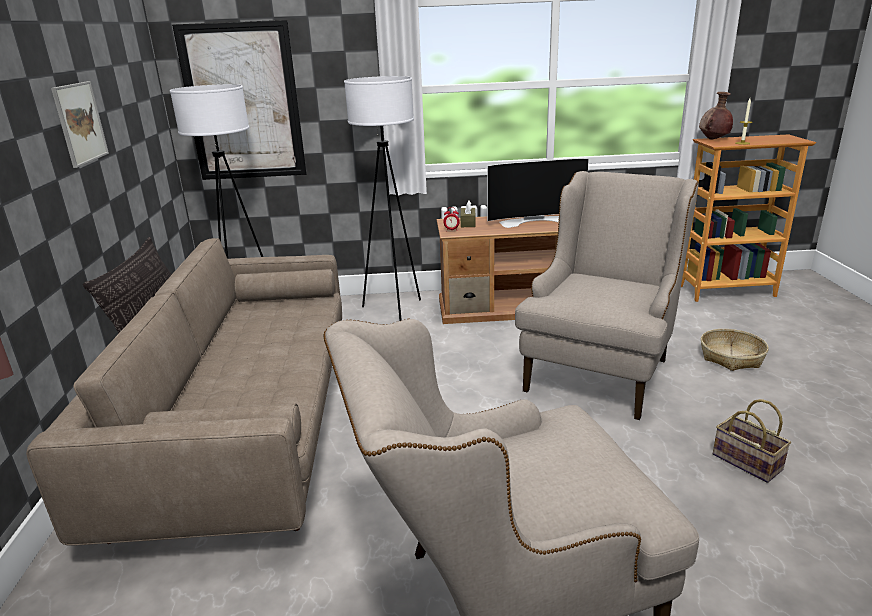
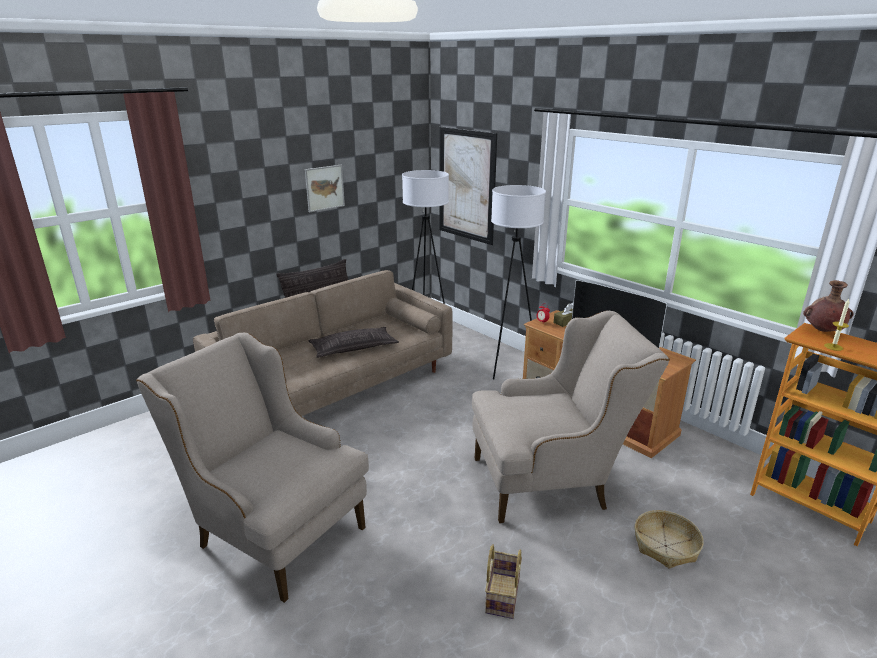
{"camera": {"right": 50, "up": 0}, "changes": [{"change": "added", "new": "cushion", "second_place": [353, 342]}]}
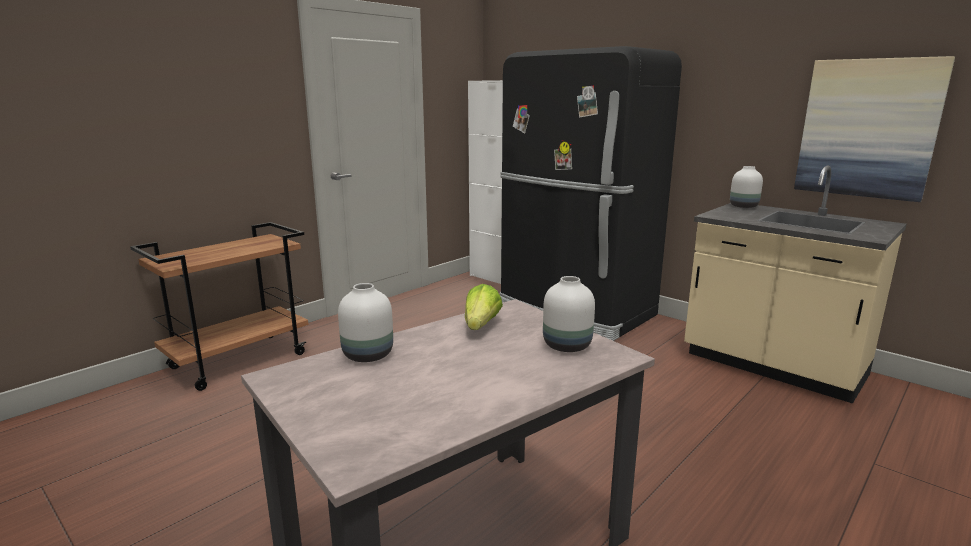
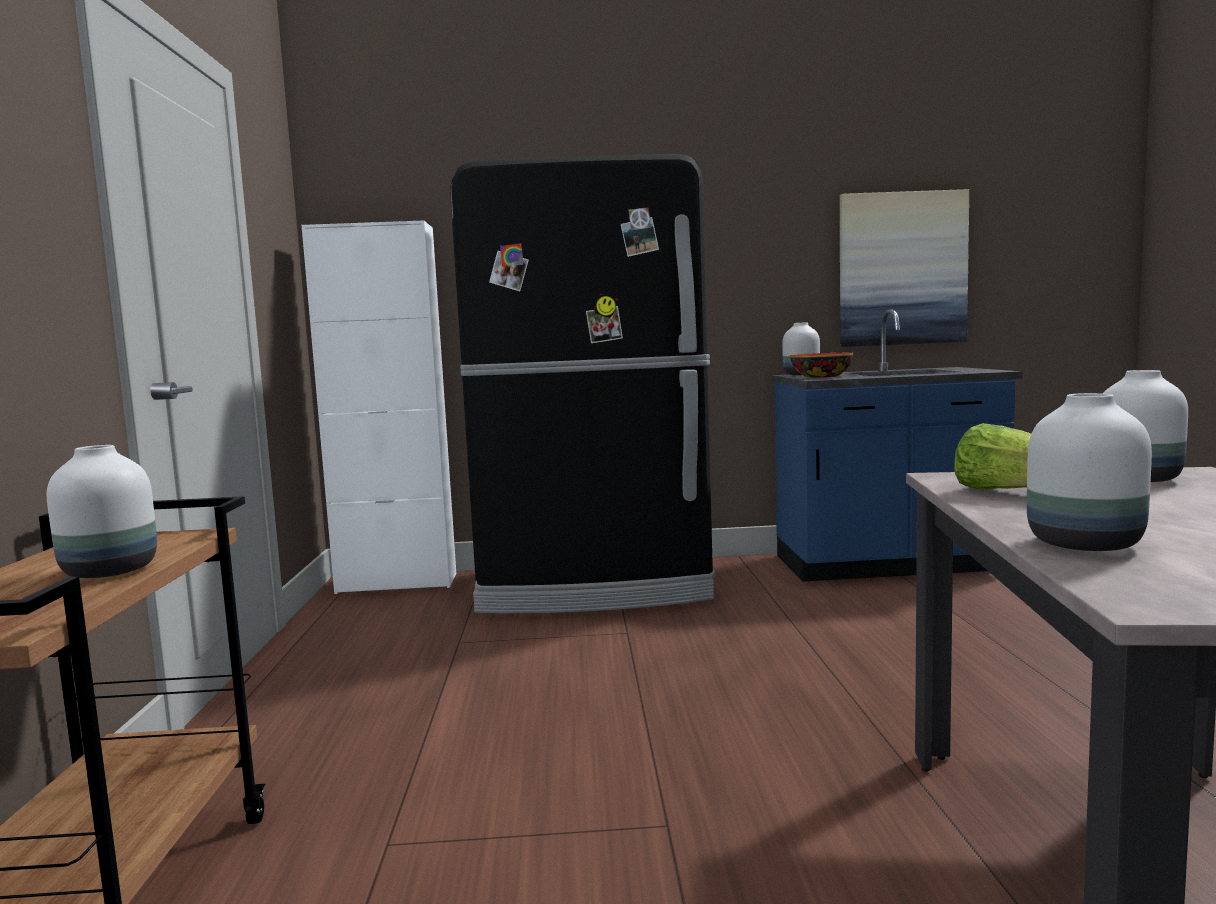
{"camera": {"right": -45, "up": -10}, "changes": [{"change": "recoloured", "old": "beige counter", "new": "blue-coloured counter", "first_place": [795, 284], "second_place": [897, 446]}, {"change": "added", "new": "serving bowl", "second_place": [821, 365]}, {"change": "added", "new": "white vase", "second_place": [102, 511]}]}
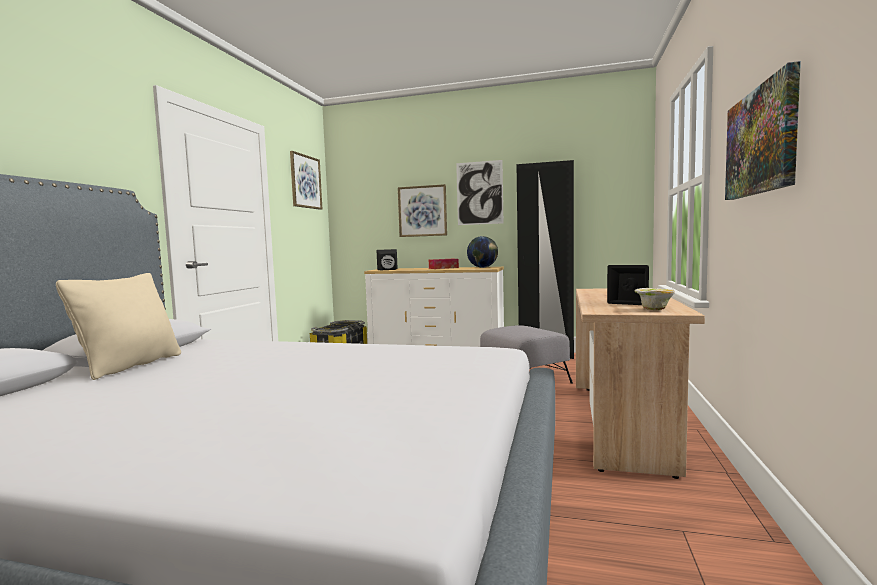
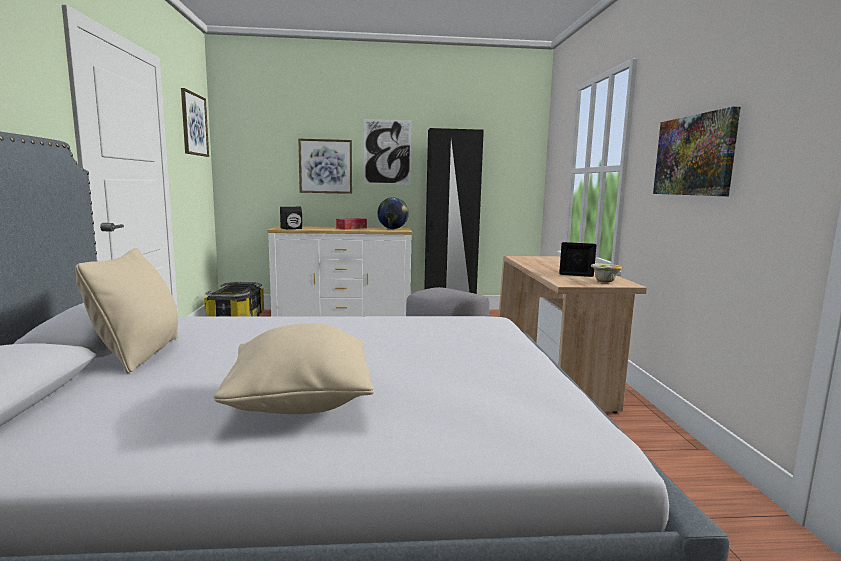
{"camera": {"right": -20, "up": 5}, "changes": [{"change": "added", "new": "beige cushion", "second_place": [294, 368]}]}
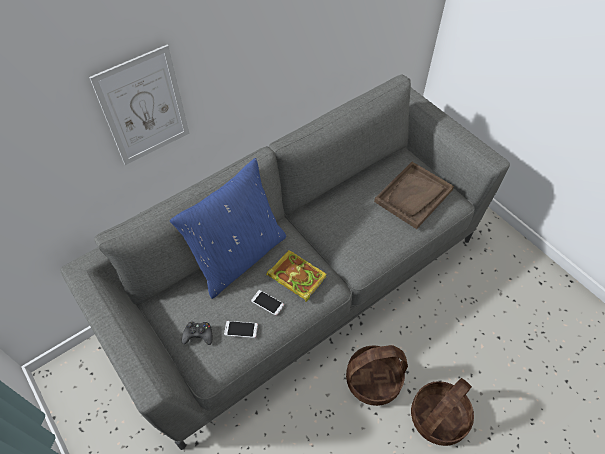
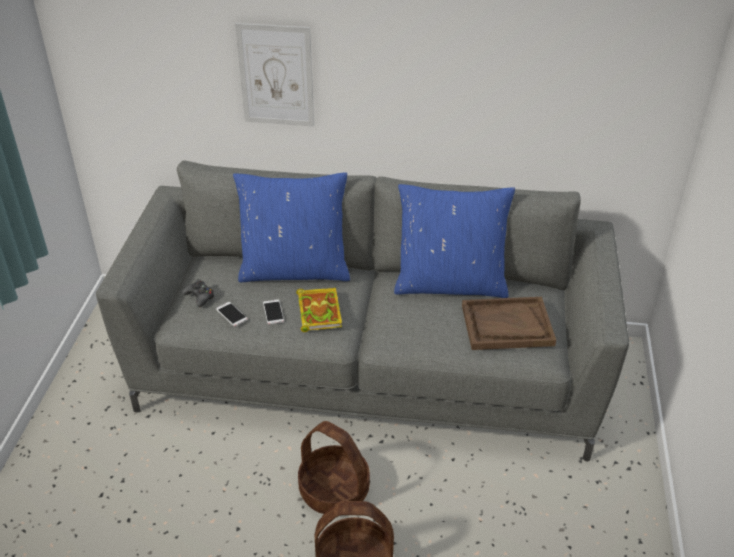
{"camera": {"right": 45, "up": -15}, "changes": [{"change": "added", "new": "blue-coloured cushion", "second_place": [454, 241]}]}
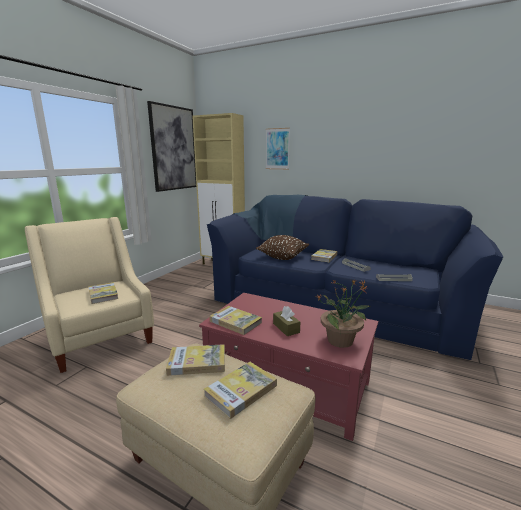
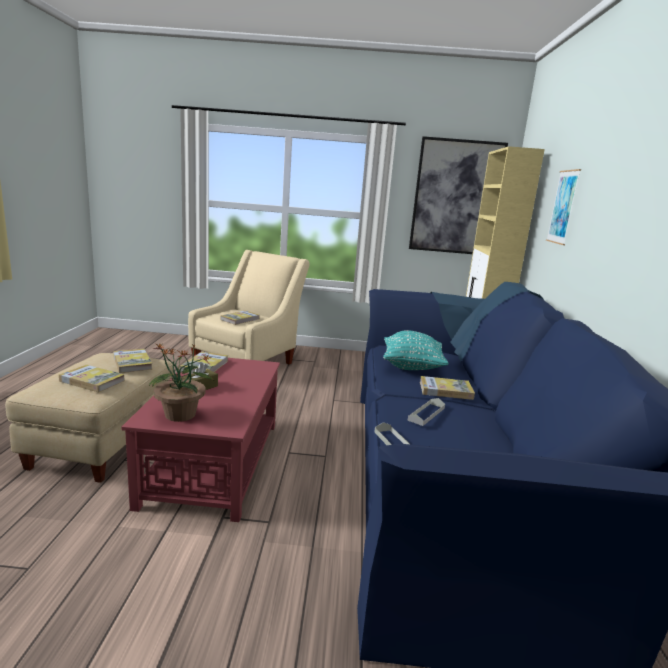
{"camera": {"right": 65, "up": 0}, "changes": [{"change": "recoloured", "old": "brown cushion", "new": "blue-green cushion", "first_place": [282, 247], "second_place": [416, 350]}]}
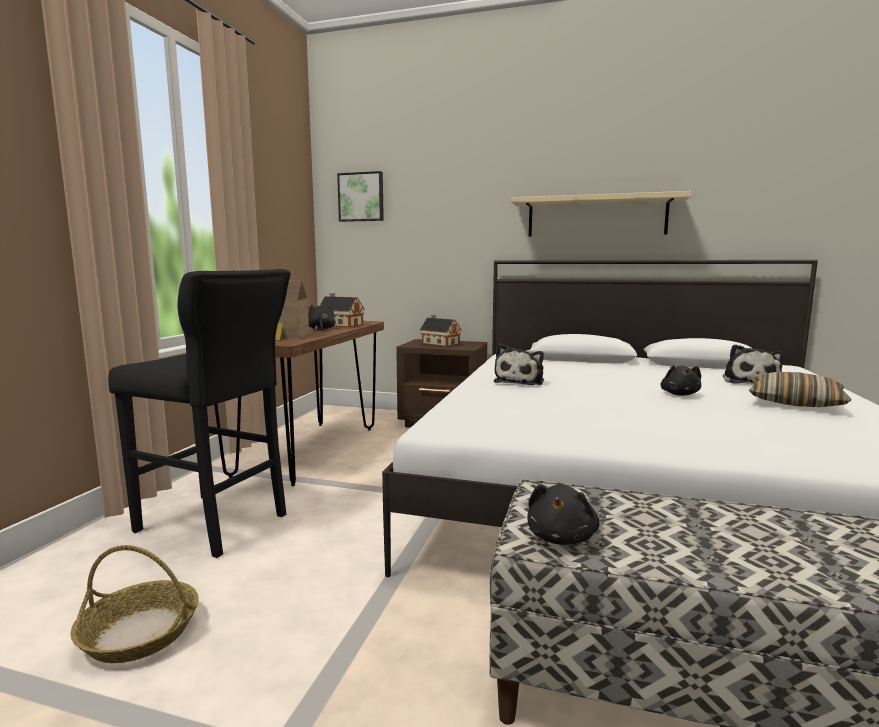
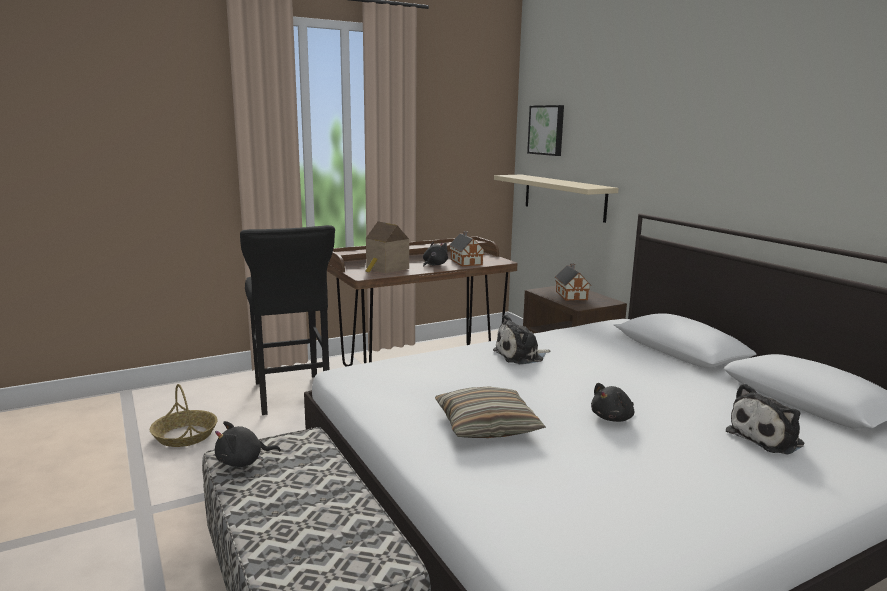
{"camera": {"right": 45, "up": 5}, "changes": [{"change": "moved", "old": "beige shelf", "first_place": [601, 214], "second_place": [556, 198]}, {"change": "moved", "old": "cushion", "first_place": [800, 389], "second_place": [490, 412]}]}
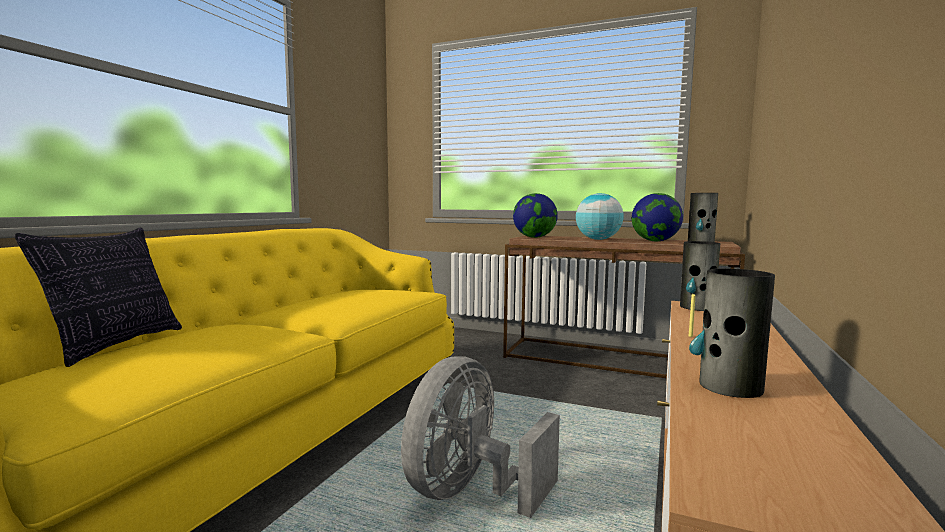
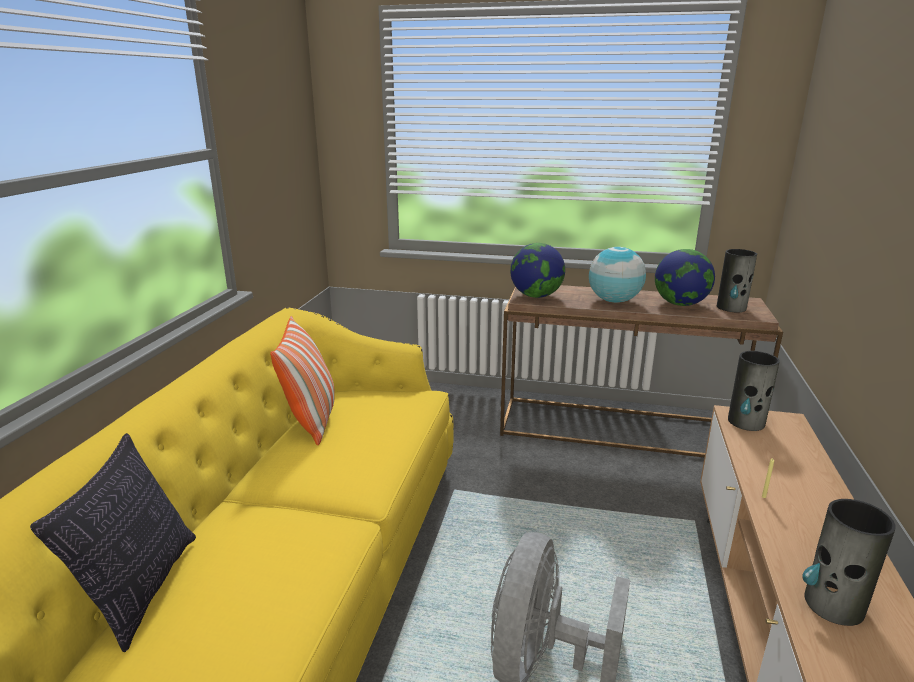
{"camera": {"right": -10, "up": 15}, "changes": [{"change": "added", "new": "cushion", "second_place": [302, 380]}]}
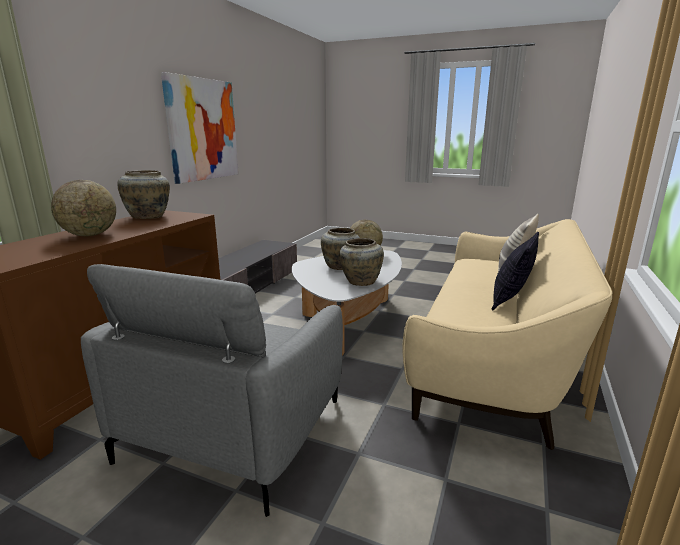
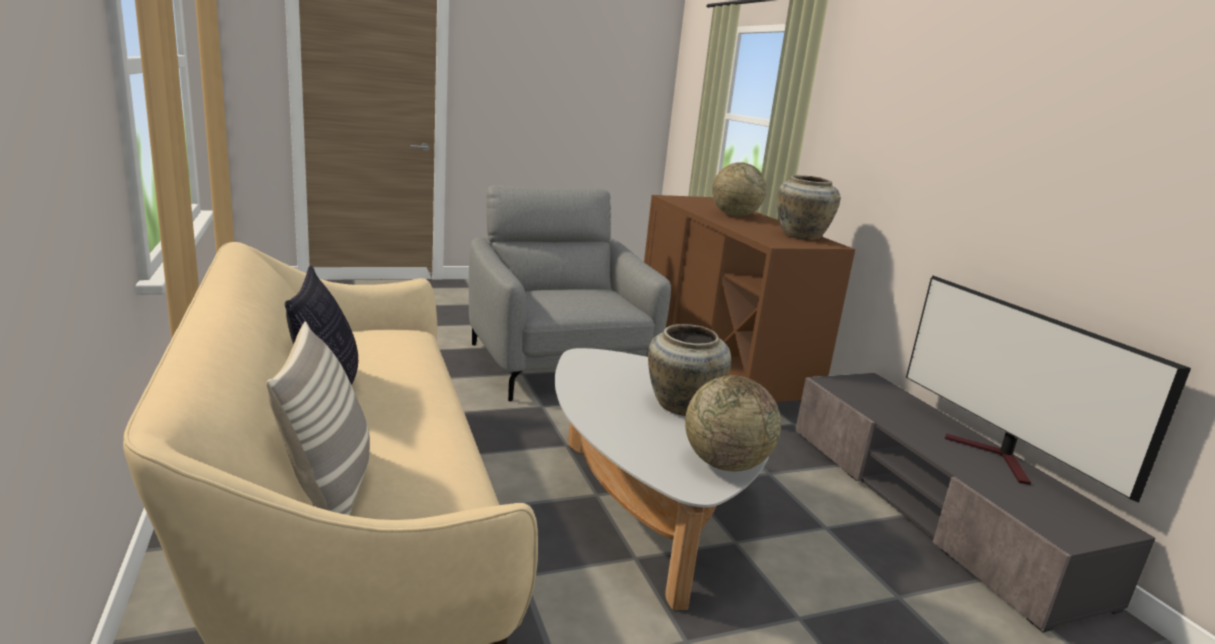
{"camera": {"right": 135, "up": 0}, "changes": [{"change": "removed", "old": "wall picture", "first_place": [200, 128]}, {"change": "removed", "old": "beige vase", "first_place": [361, 262]}, {"change": "added", "new": "television", "second_place": [1048, 389]}]}
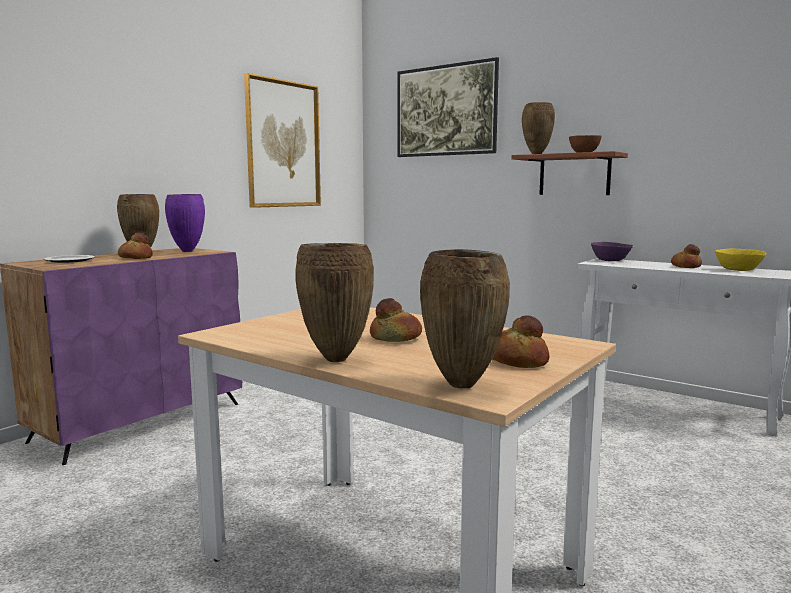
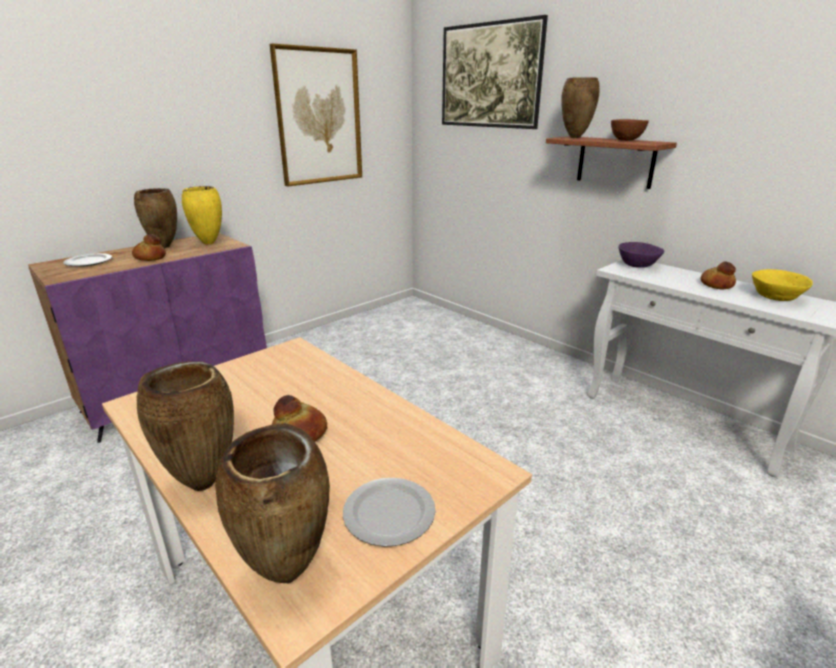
{"camera": {"right": 10, "up": 15}, "changes": [{"change": "recoloured", "old": "purple-coloured vase", "new": "yellow-coloured vase", "first_place": [185, 223], "second_place": [202, 215]}, {"change": "replaced", "old": "baked bread", "new": "flat dish", "first_place": [520, 342], "second_place": [389, 512]}]}
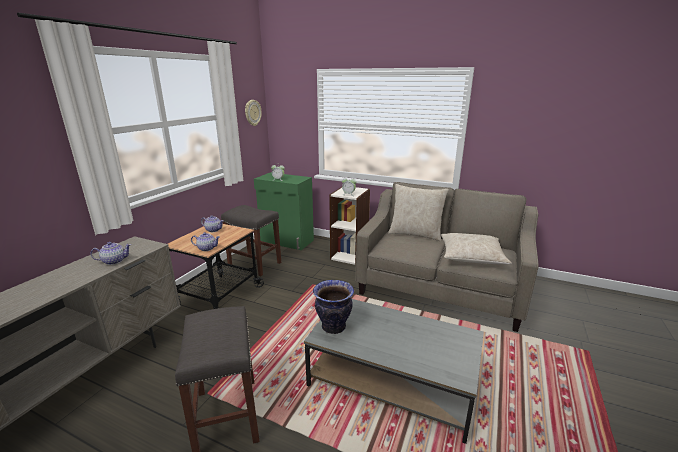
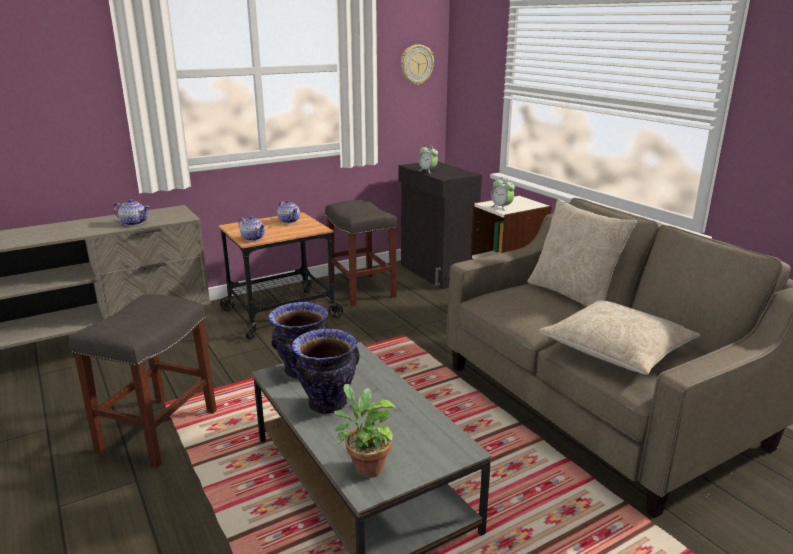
{"camera": {"right": 35, "up": 0}, "changes": [{"change": "recoloured", "old": "green cabinet", "new": "blackish cabinet", "first_place": [284, 211], "second_place": [440, 225]}, {"change": "added", "new": "vase", "second_place": [325, 371]}, {"change": "added", "new": "houseplant", "second_place": [365, 431]}]}
